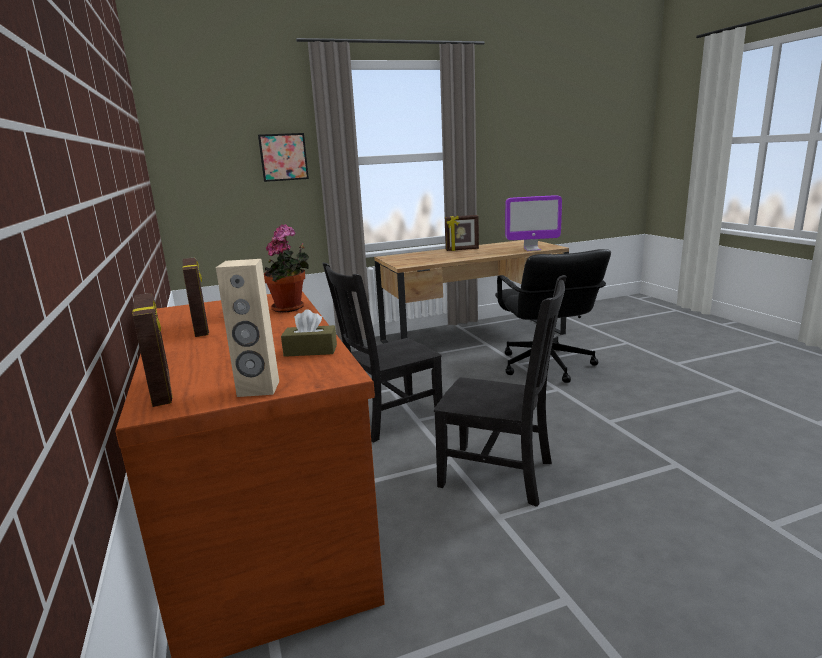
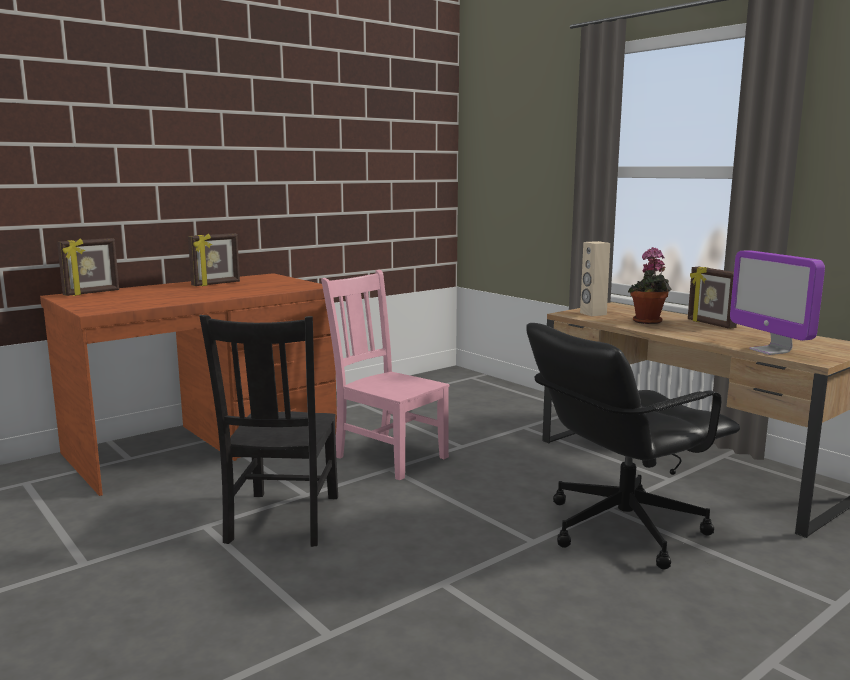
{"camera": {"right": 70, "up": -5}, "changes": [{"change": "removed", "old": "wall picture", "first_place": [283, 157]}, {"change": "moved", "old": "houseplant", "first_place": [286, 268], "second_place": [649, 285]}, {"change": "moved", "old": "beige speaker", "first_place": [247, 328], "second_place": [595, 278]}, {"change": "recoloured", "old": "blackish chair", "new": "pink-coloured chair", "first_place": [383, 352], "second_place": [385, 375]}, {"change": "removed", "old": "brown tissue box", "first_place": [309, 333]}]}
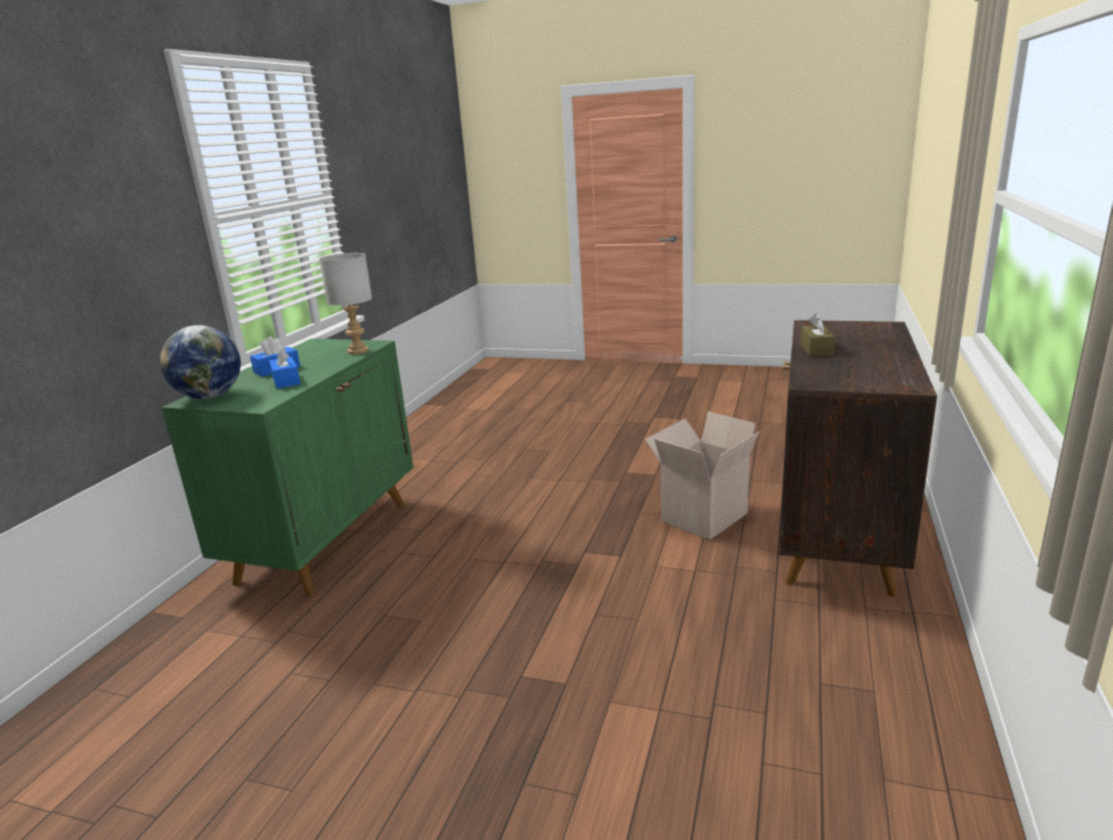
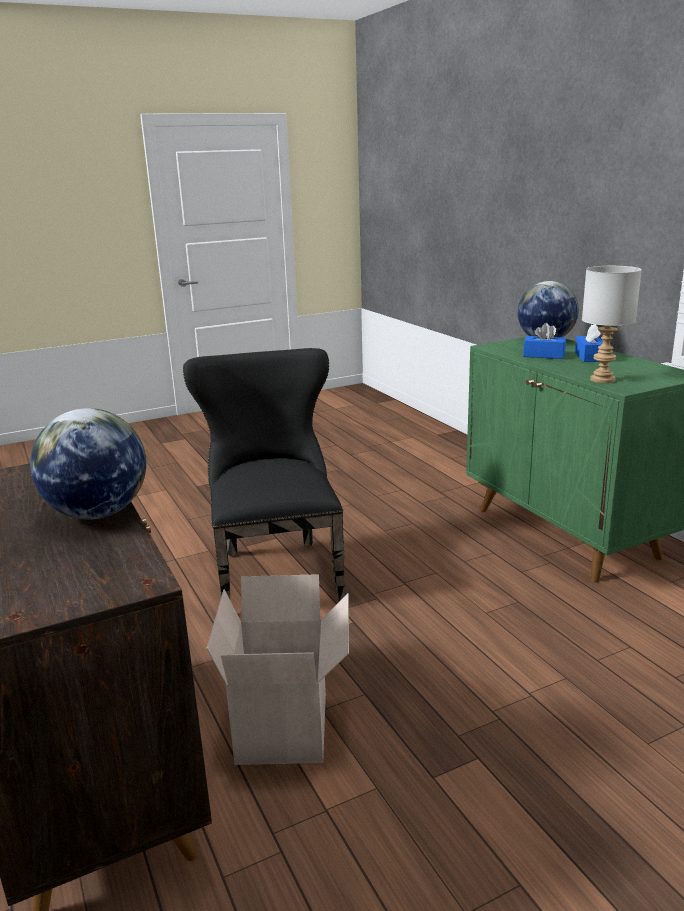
{"camera": {"right": 135, "up": 0}, "changes": [{"change": "replaced", "old": "brown tissue box", "new": "globe", "first_place": [817, 334], "second_place": [88, 464]}, {"change": "added", "new": "blackish chair", "second_place": [264, 474]}]}
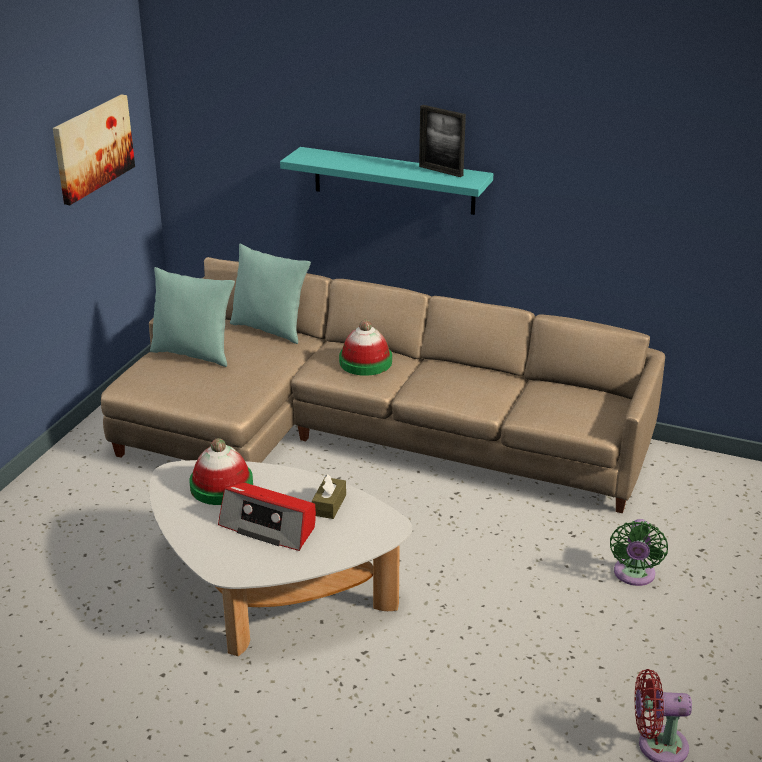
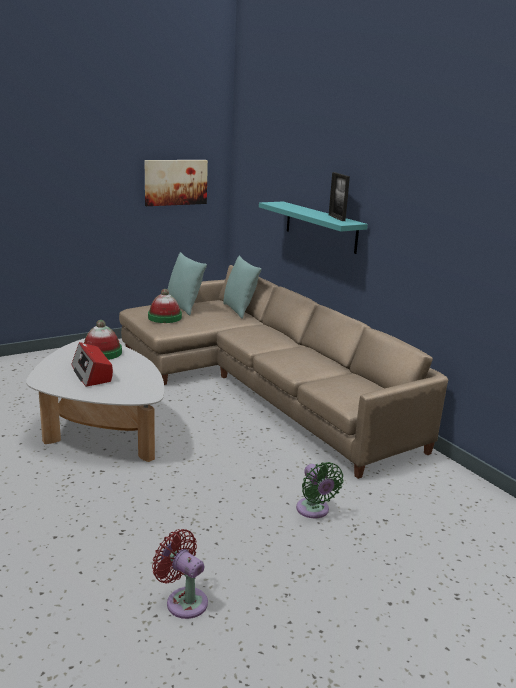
{"camera": {"right": 35, "up": -10}, "changes": [{"change": "moved", "old": "hat", "first_place": [365, 348], "second_place": [165, 306]}, {"change": "removed", "old": "brown tissue box", "first_place": [329, 496]}, {"change": "turned", "old": "green fan", "first_place": [639, 552], "second_place": [320, 490], "degrees": -75}]}
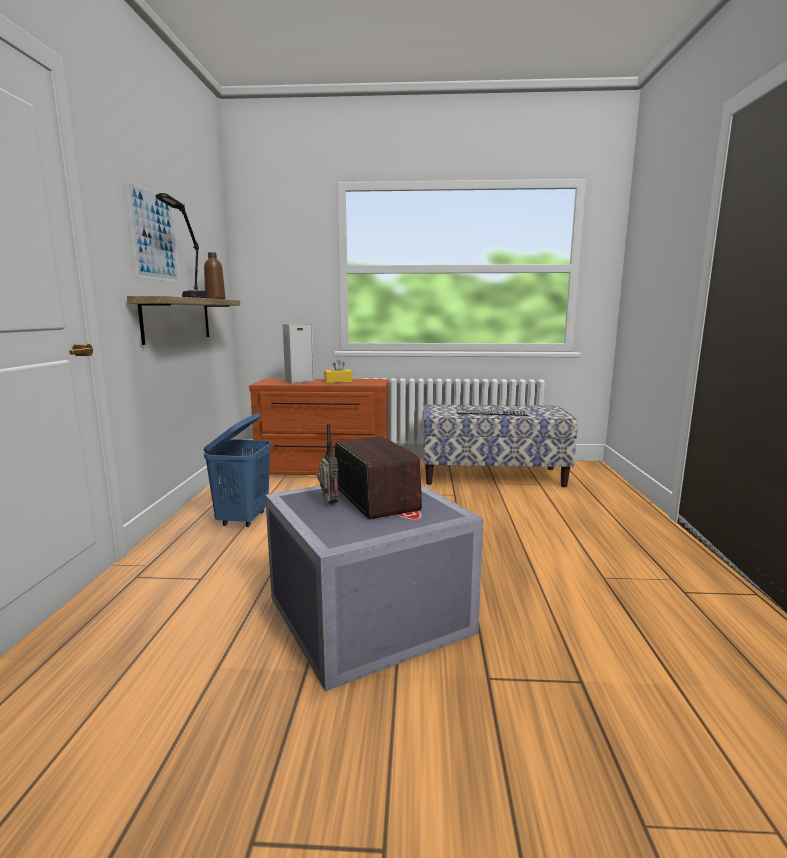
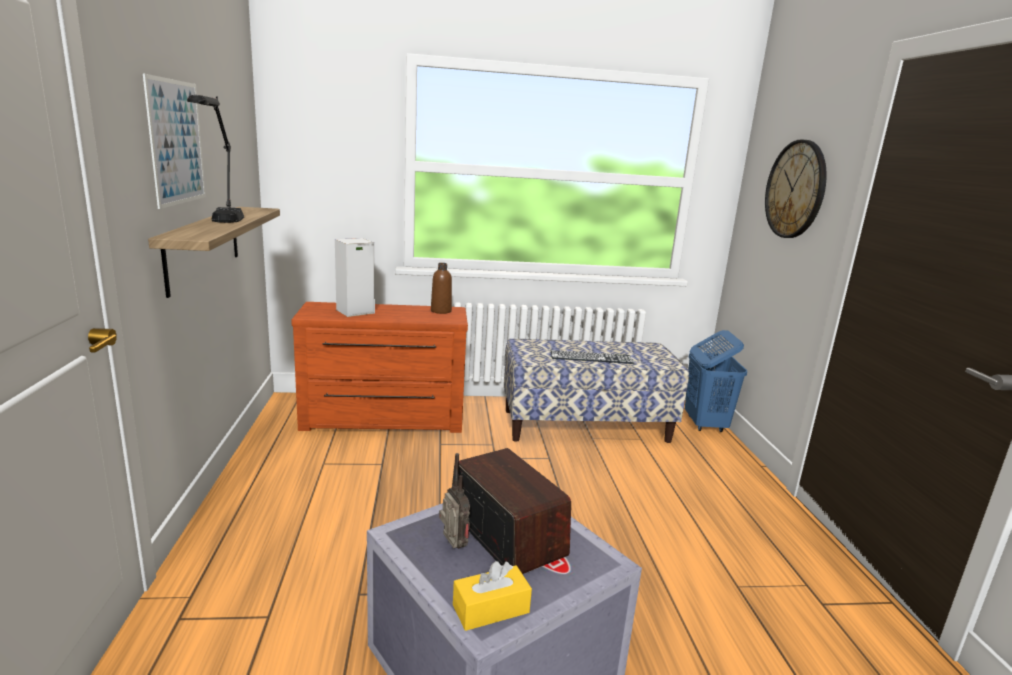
{"camera": {"right": -10, "up": 5}, "changes": [{"change": "moved", "old": "brown bottle", "first_place": [214, 275], "second_place": [441, 288]}, {"change": "moved", "old": "yellow-coloured tissue box", "first_place": [338, 371], "second_place": [492, 596]}, {"change": "moved", "old": "blue-coloured laundry basket", "first_place": [237, 470], "second_place": [716, 381]}, {"change": "added", "new": "wall clock", "second_place": [796, 188]}]}
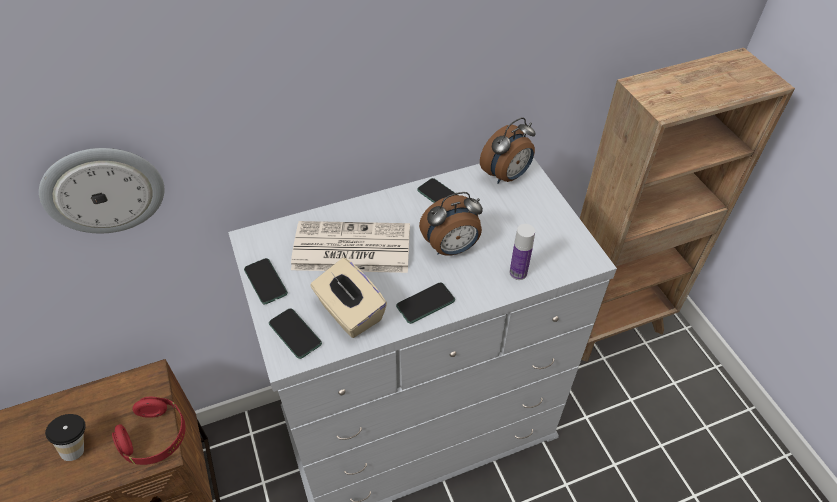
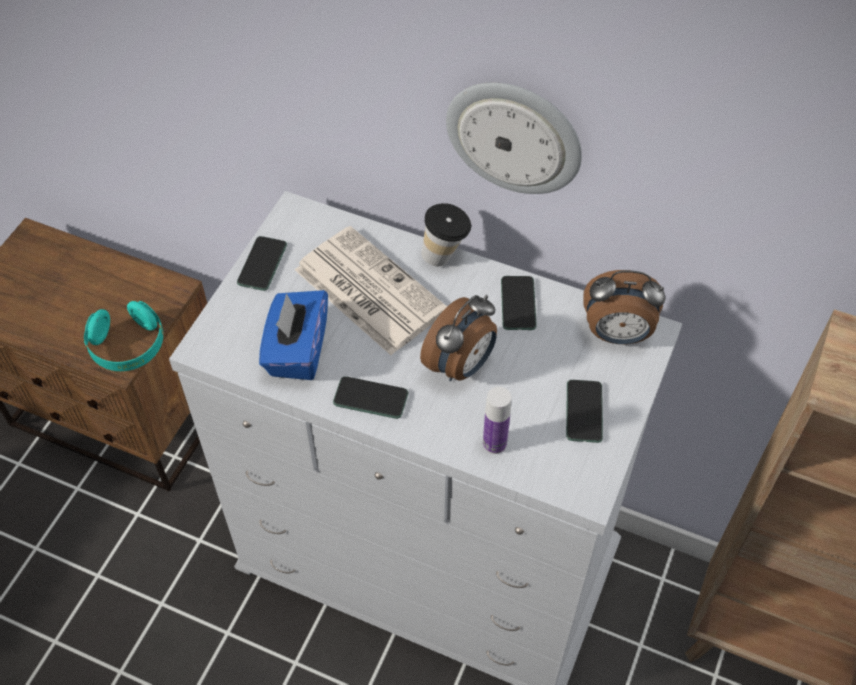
{"camera": {"right": 45, "up": 5}, "changes": [{"change": "moved", "old": "wall clock", "first_place": [102, 190], "second_place": [514, 138]}, {"change": "turned", "old": "bedside clock", "first_place": [451, 224], "second_place": [458, 338], "degrees": -75}, {"change": "recoloured", "old": "beige tissue box", "new": "blue-coloured tissue box", "first_place": [348, 298], "second_place": [293, 335]}, {"change": "moved", "old": "telephone", "first_place": [295, 333], "second_place": [584, 411]}, {"change": "recoloured", "old": "reddish headphones", "new": "blue-green headphones", "first_place": [149, 431], "second_place": [123, 336]}, {"change": "moved", "old": "small cup", "first_place": [65, 437], "second_place": [446, 234]}]}
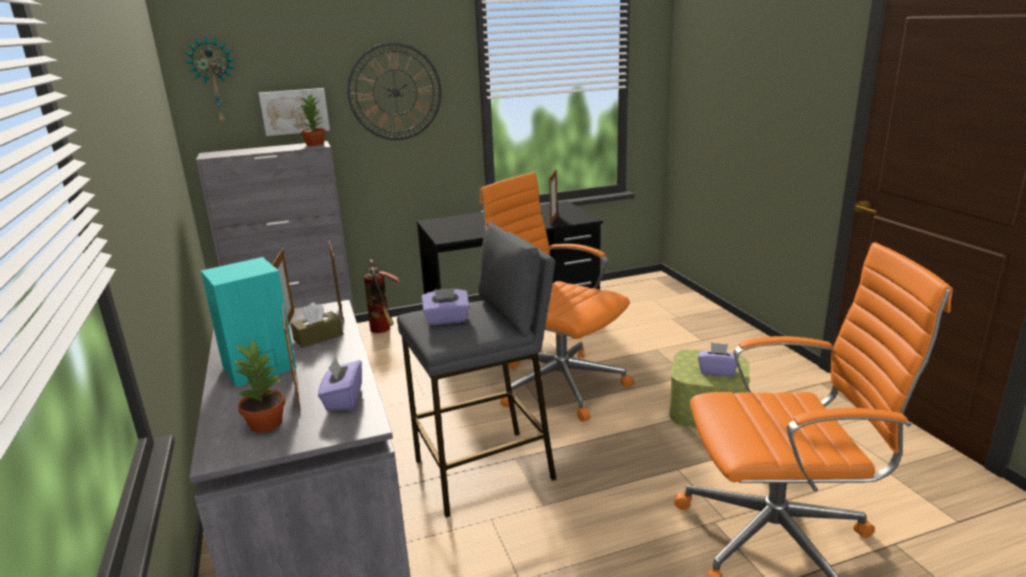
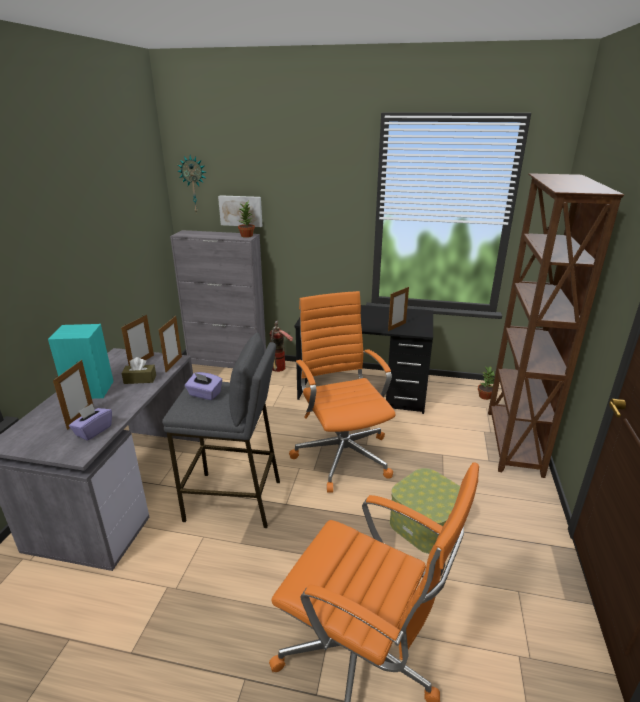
{"camera": {"right": 30, "up": 5}, "changes": [{"change": "removed", "old": "wall clock", "first_place": [394, 91]}, {"change": "moved", "old": "houseplant", "first_place": [258, 386], "second_place": [486, 383]}, {"change": "removed", "old": "purple-coloured tissue box", "first_place": [718, 359]}, {"change": "added", "new": "brown bookcase", "second_place": [556, 325]}]}
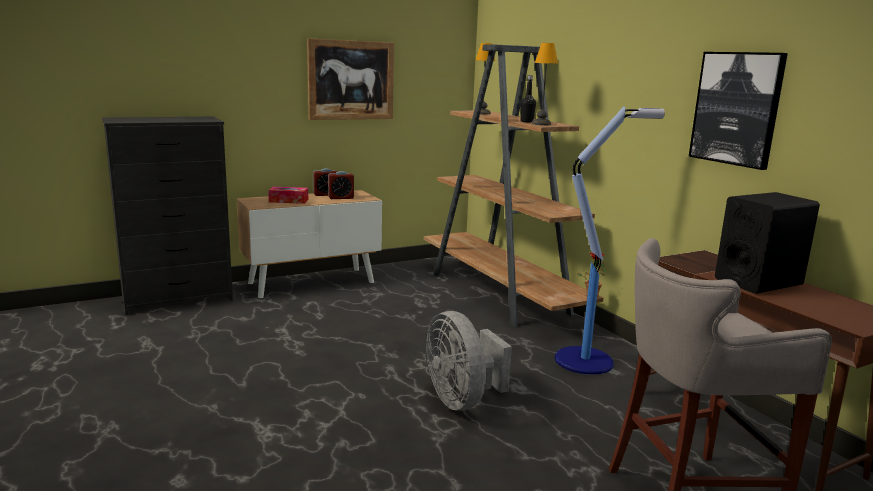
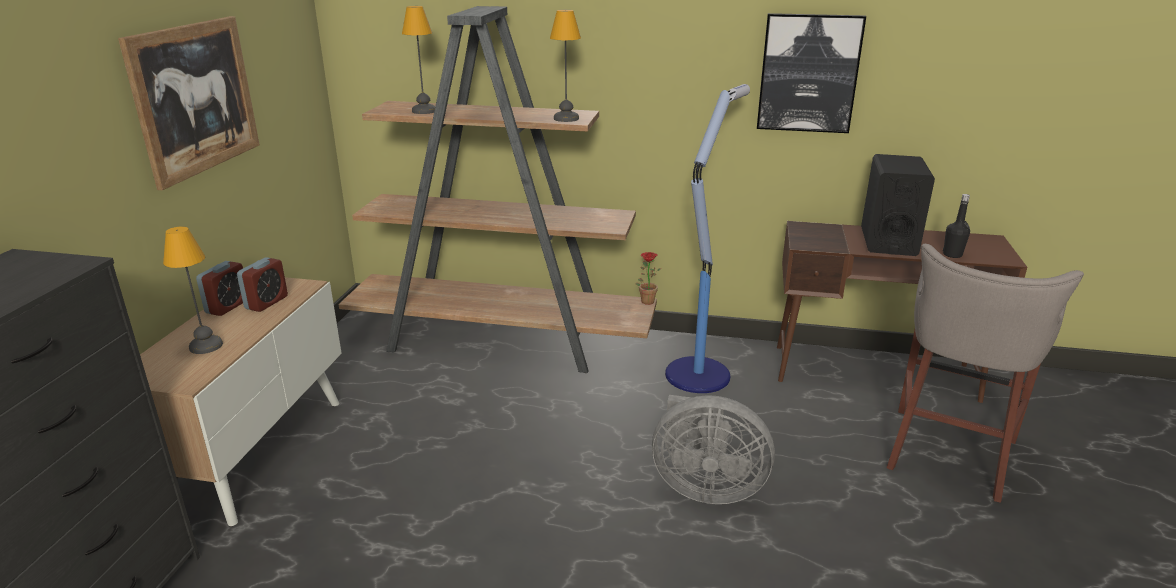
{"camera": {"right": -50, "up": 10}, "changes": [{"change": "moved", "old": "blackish bottle", "first_place": [528, 98], "second_place": [956, 226]}, {"change": "replaced", "old": "tissue box", "new": "table lamp", "first_place": [288, 195], "second_place": [193, 290]}]}
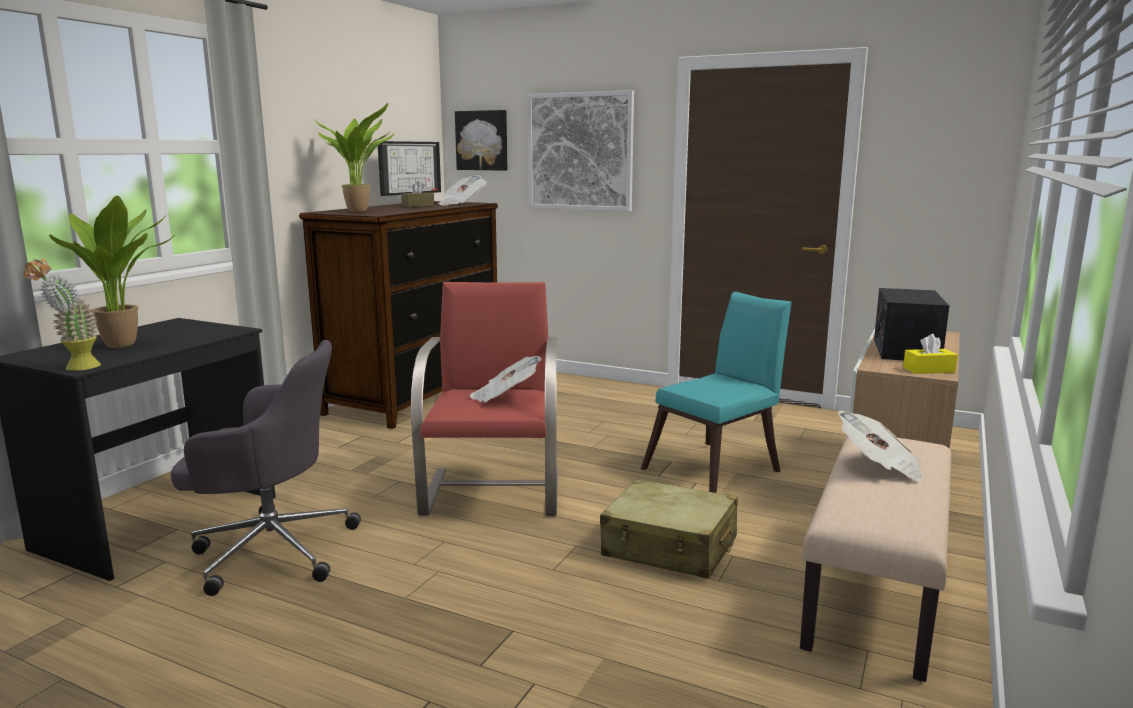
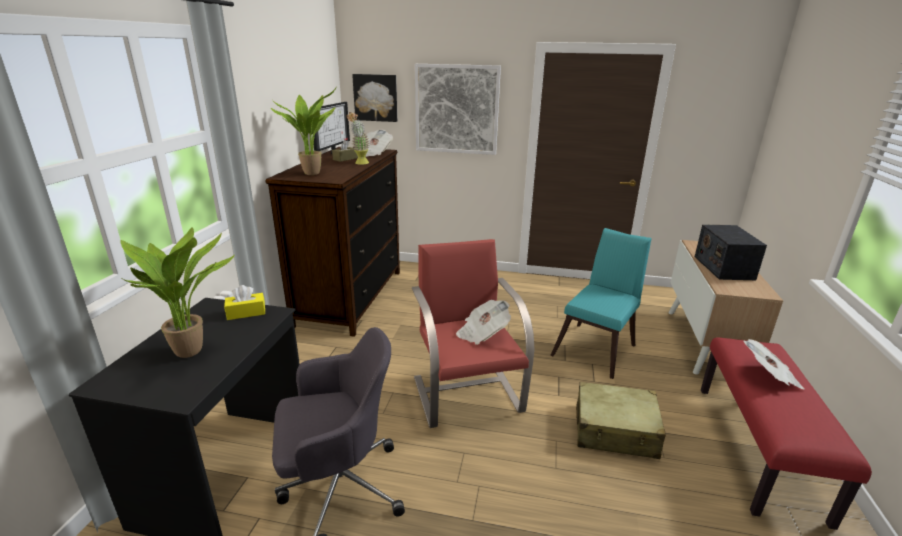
{"camera": {"right": -15, "up": 10}, "changes": [{"change": "moved", "old": "houseplant", "first_place": [62, 315], "second_place": [358, 138]}, {"change": "moved", "old": "yellow-coloured tissue box", "first_place": [930, 354], "second_place": [244, 302]}, {"change": "recoloured", "old": "beige indoor bench", "new": "reddish indoor bench", "first_place": [876, 558], "second_place": [786, 433]}]}
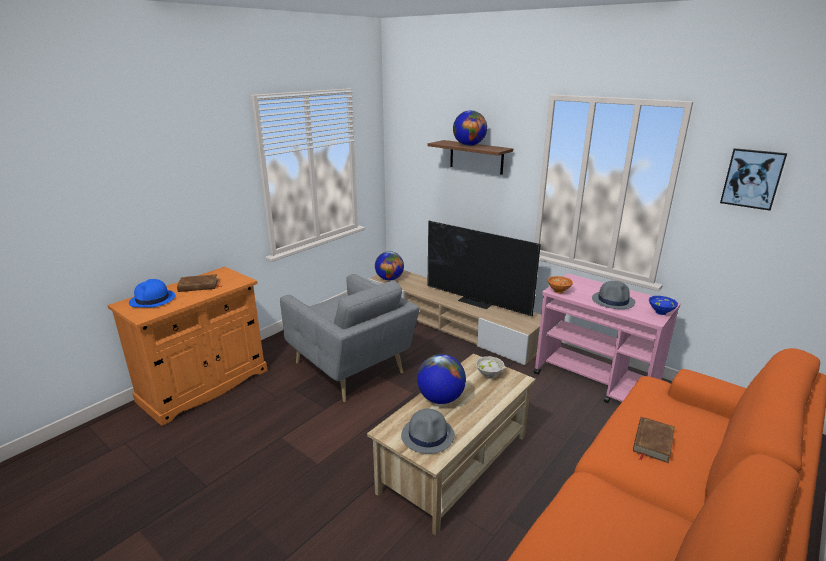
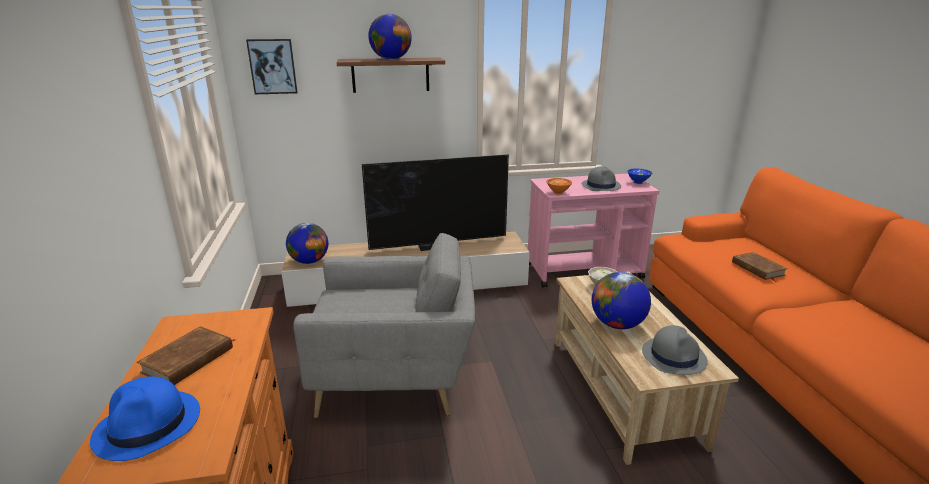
{"camera": {"right": -50, "up": 0}, "changes": [{"change": "moved", "old": "wall picture", "first_place": [753, 179], "second_place": [272, 66]}]}
